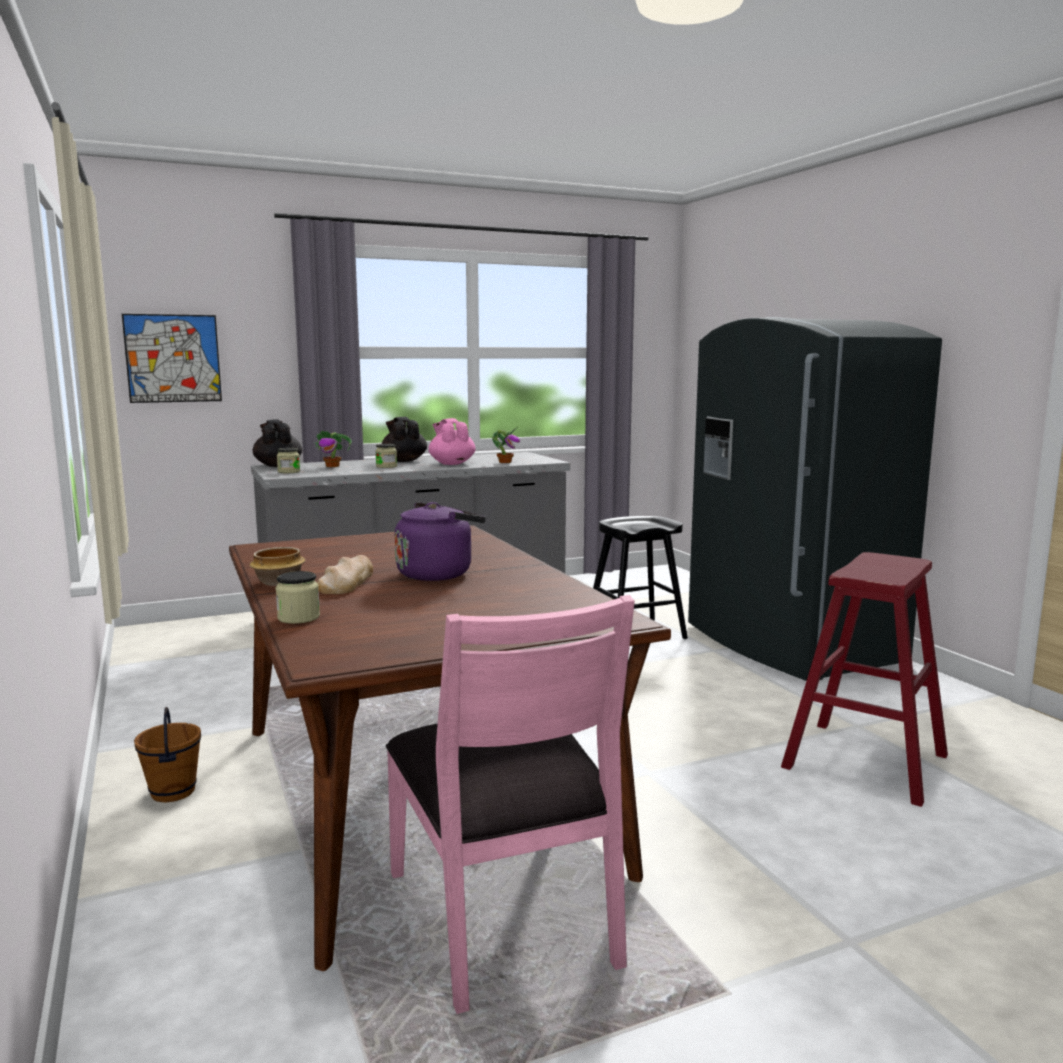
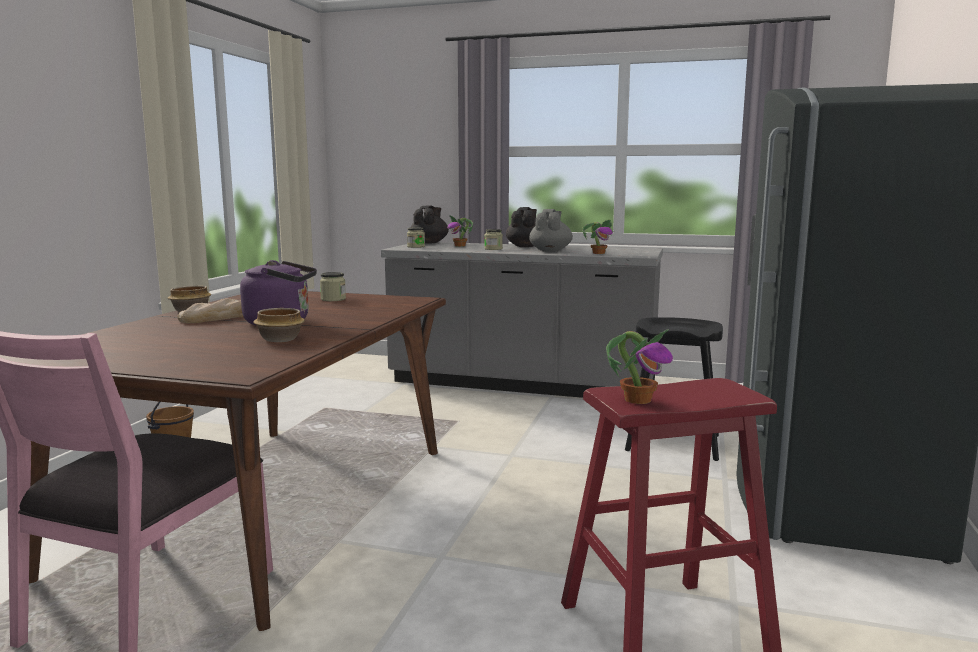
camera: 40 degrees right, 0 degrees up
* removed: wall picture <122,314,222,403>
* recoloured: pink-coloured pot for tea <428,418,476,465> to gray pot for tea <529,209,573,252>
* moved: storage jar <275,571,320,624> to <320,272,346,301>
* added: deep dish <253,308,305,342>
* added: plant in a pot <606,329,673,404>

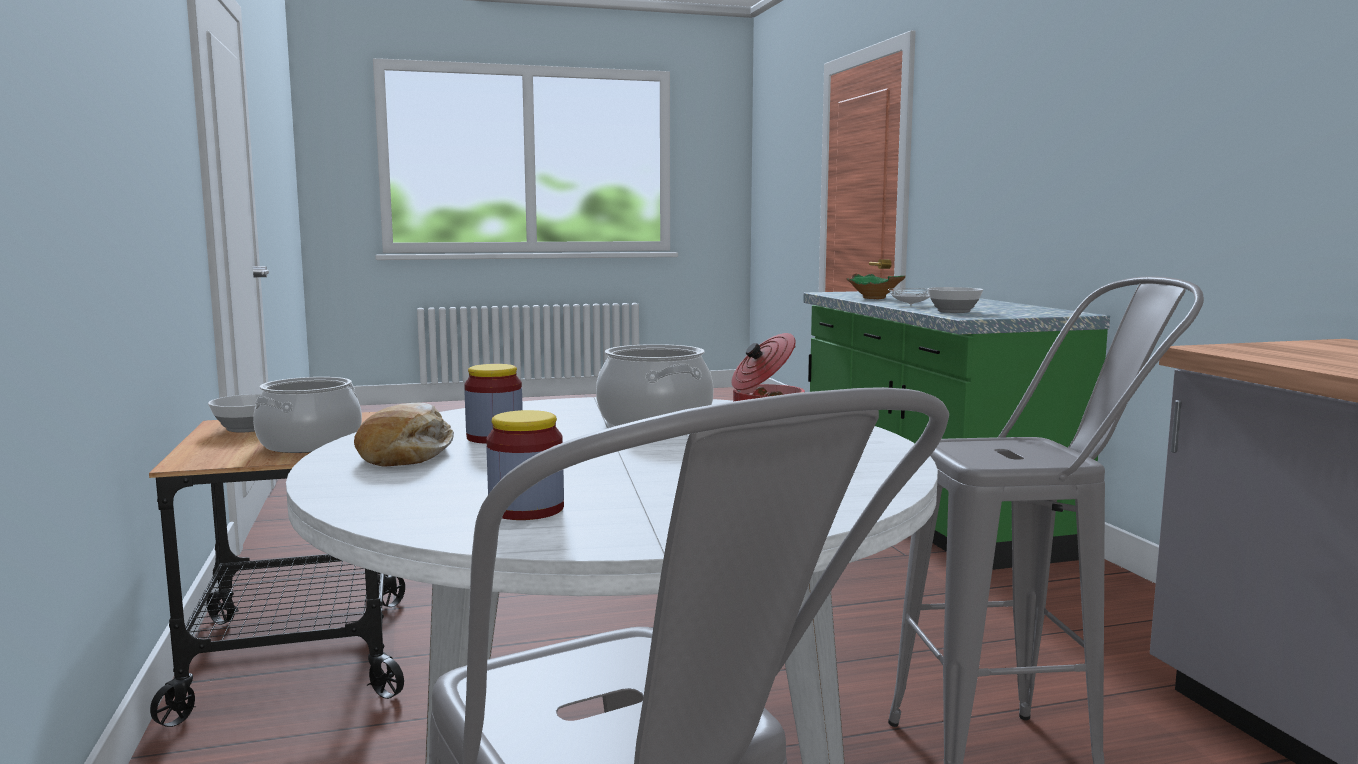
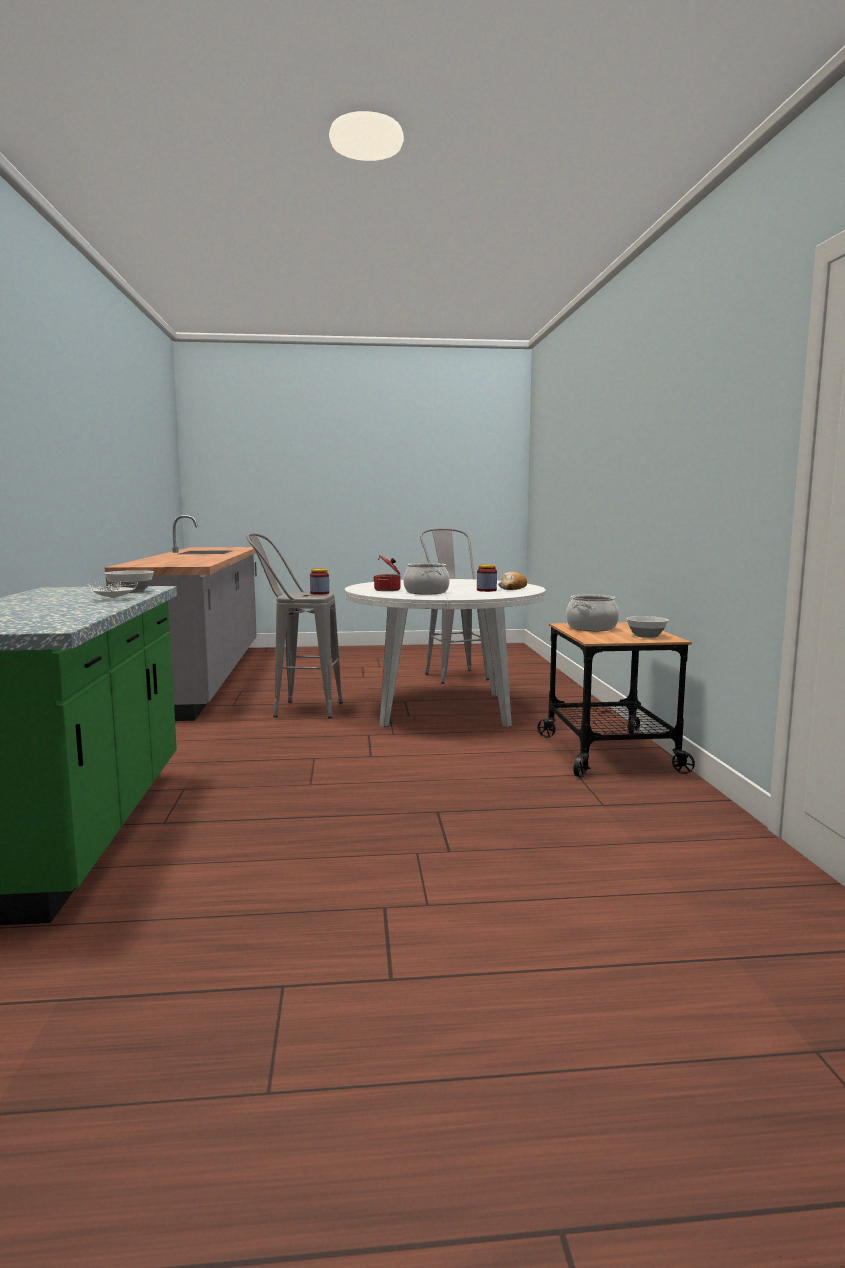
camera: 170 degrees left, 0 degrees up
* removed: green-coloured deep dish <847,274,906,299>
* moved: storage jar <486,410,564,520> to <310,569,329,594>

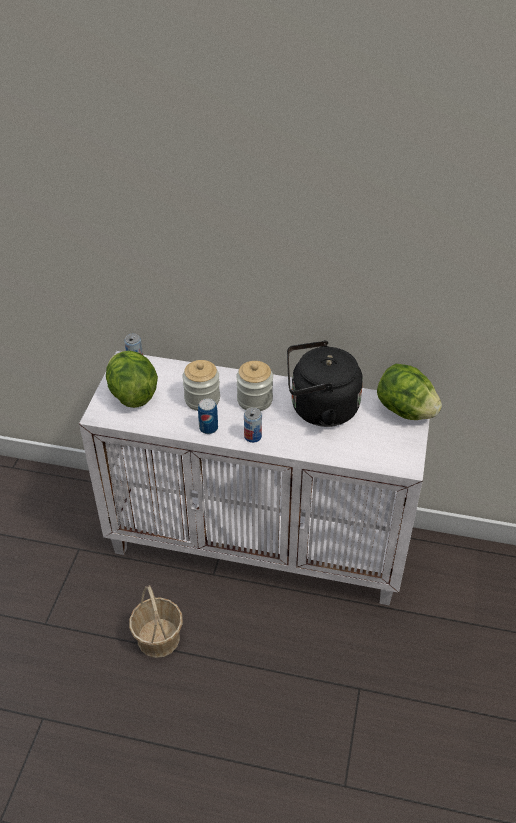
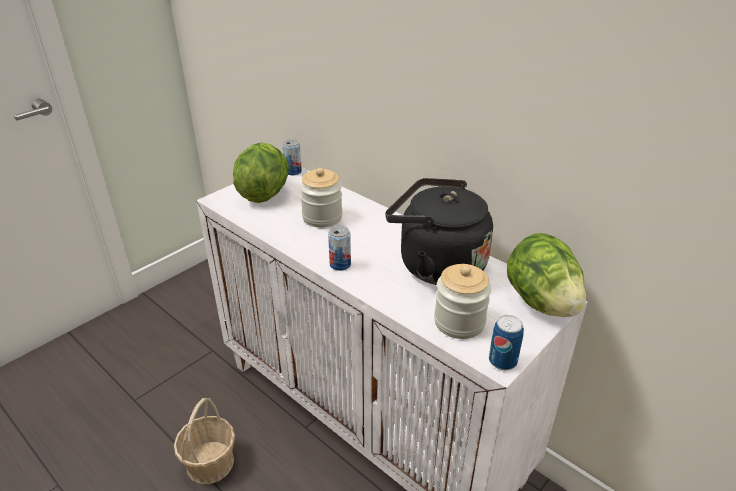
camera: 30 degrees right, 10 degrees down
* moved: storage jar <236,361,273,411> to <434,264,491,339>
* moved: metal can <198,398,218,434> to <489,315,524,370>

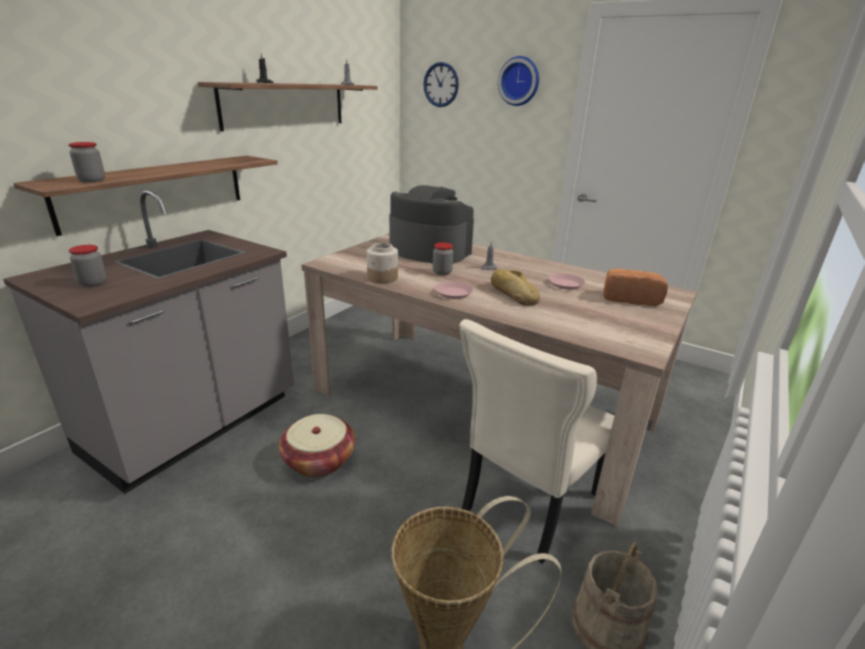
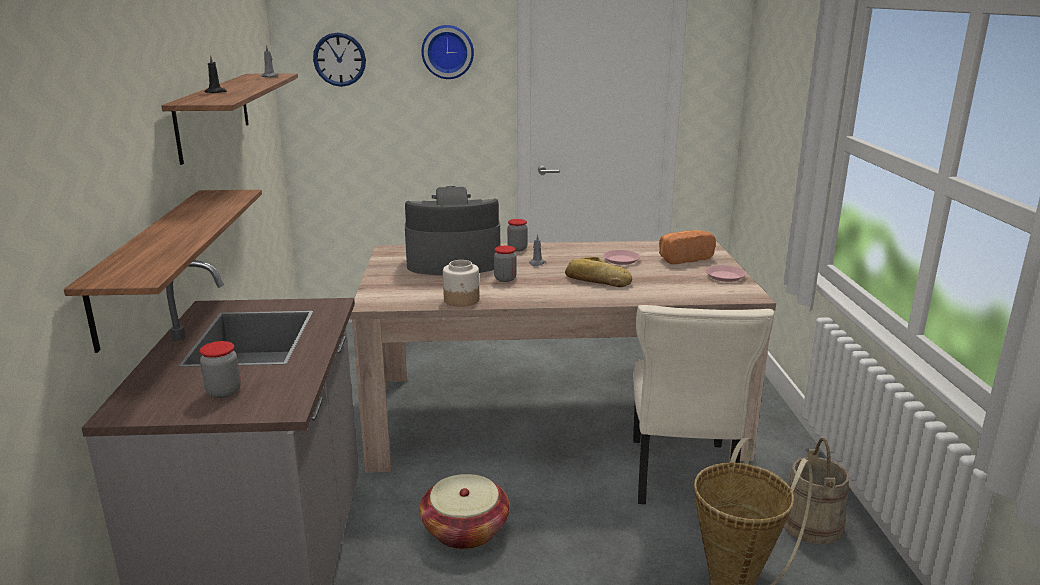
camera: 35 degrees left, 5 degrees down
* moved: storage jar <68,142,105,183> to <507,219,528,251>
* moved: pink-coloured plate <435,281,473,299> to <706,265,746,282>

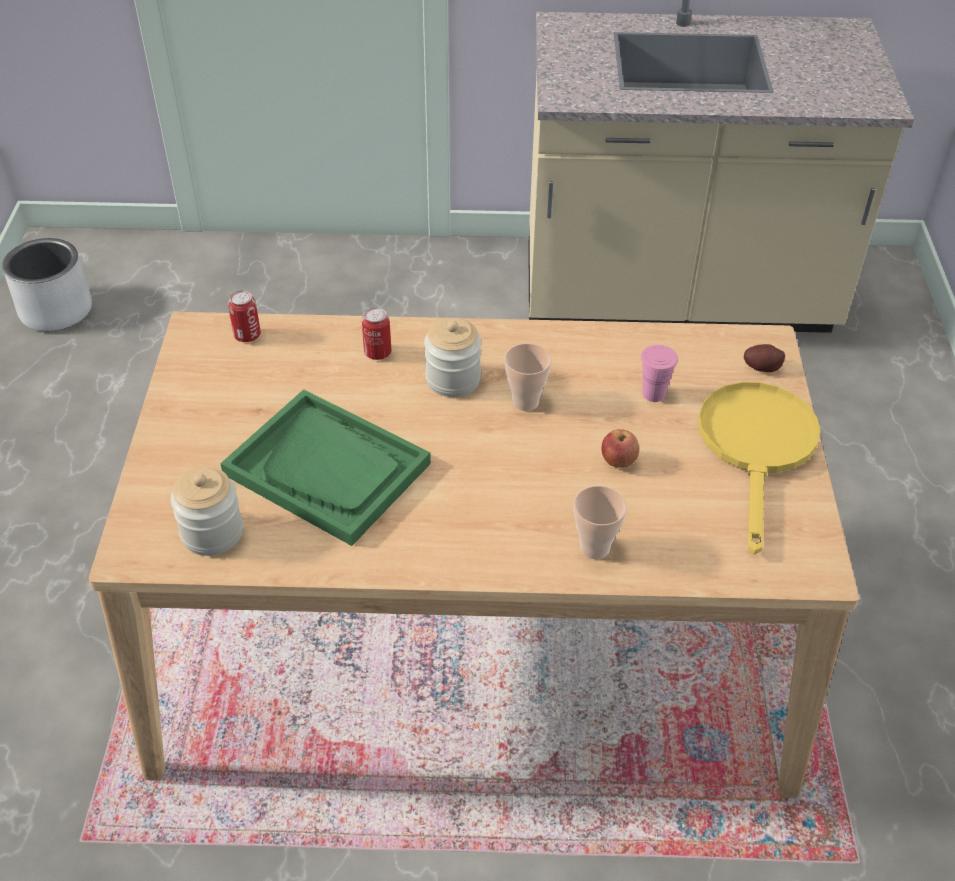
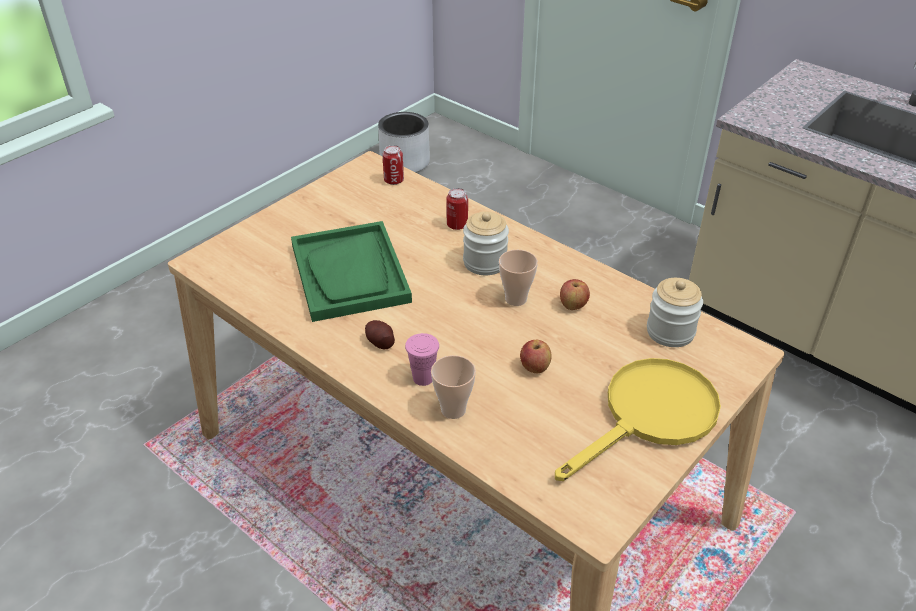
camera: 40 degrees right, 5 degrees down
* moved: spud <744,344,785,372> to <365,320,395,349>
* moved: pink-coloured drinking cup <641,345,678,402> to <405,333,439,386>
* moved: storage jar <171,467,243,556> to <647,278,703,347>
* added: apple <560,279,590,310>

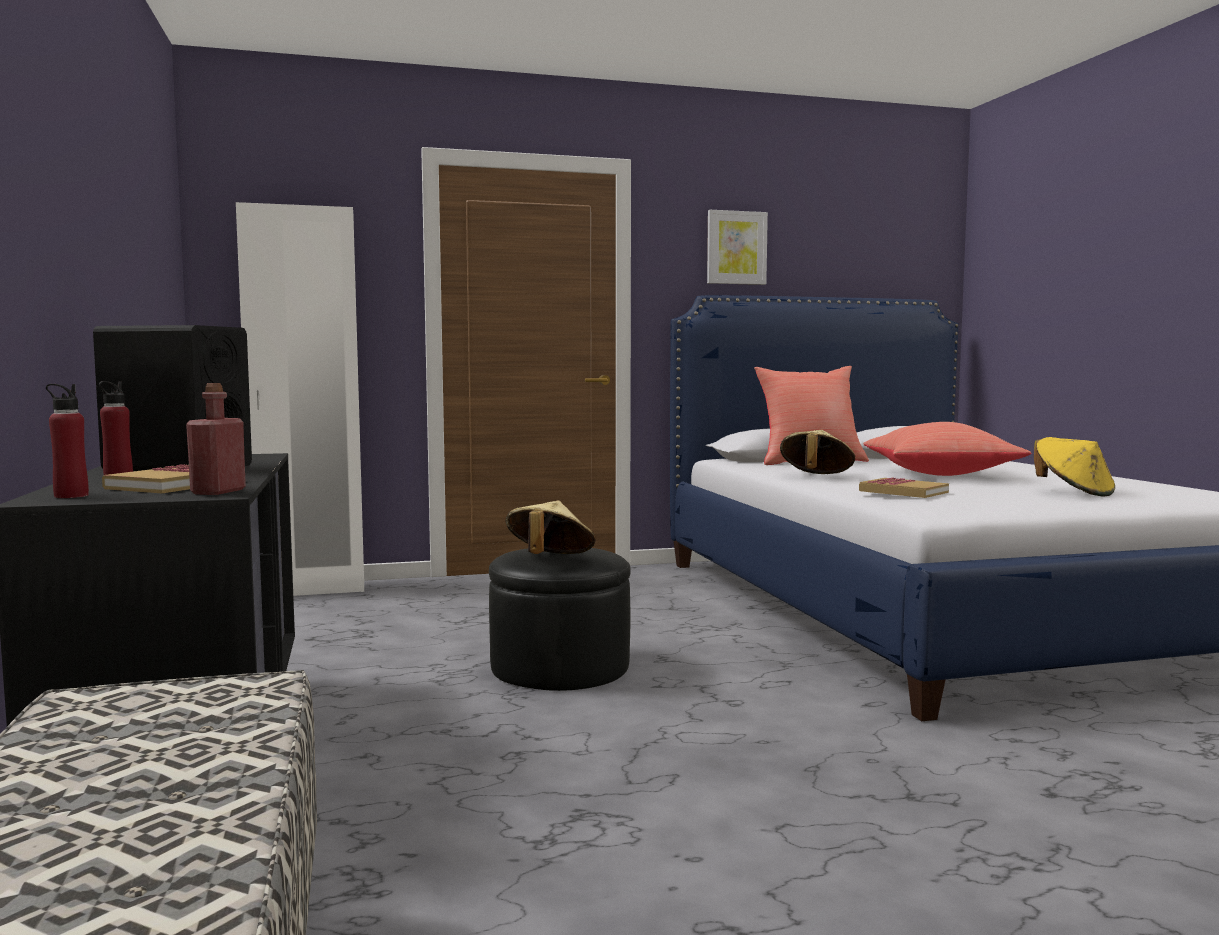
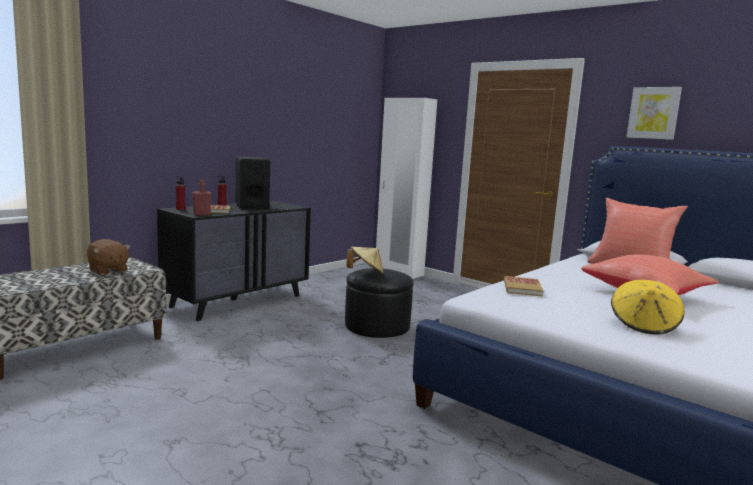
camera: 55 degrees right, 5 degrees up
* removed: sand-coloured hat <780,430,855,474>
* added: brown-coloured cuddly toy <87,239,131,275>

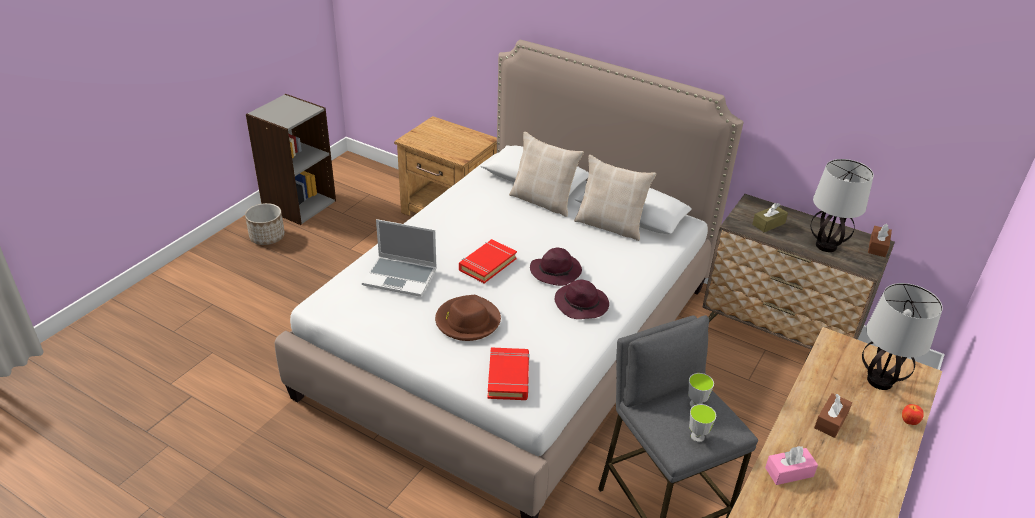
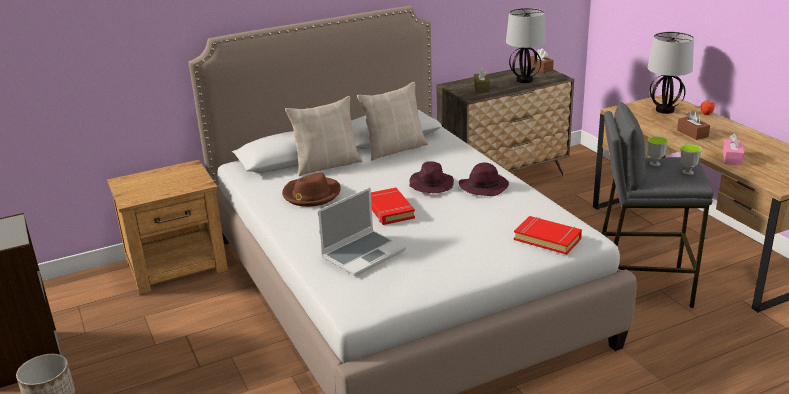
camera: 55 degrees left, 10 degrees down
* moved: brown-coloured hat <435,295,501,341> to <282,173,341,207>

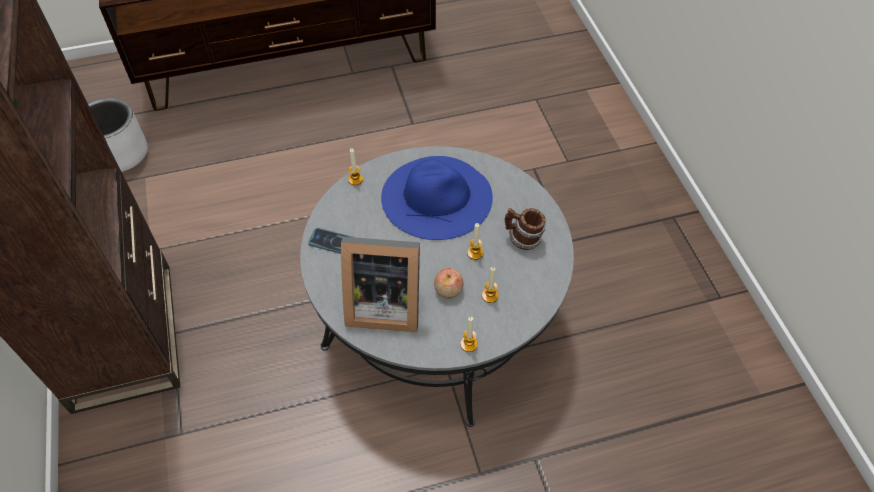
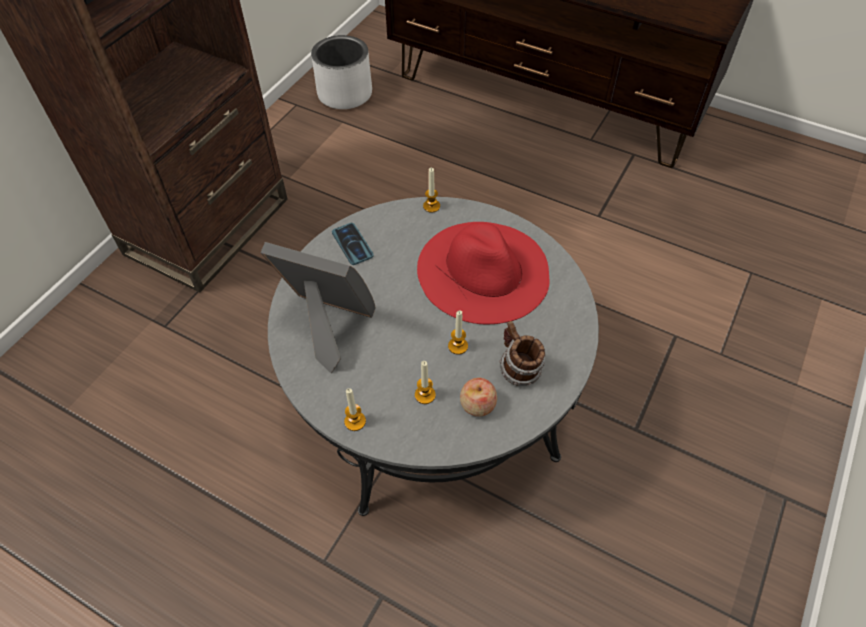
camera: 45 degrees right, 0 degrees up
* recoloured: blue hat <381,156,493,240> to red-coloured hat <417,222,549,324>
* turned: picture frame <341,237,420,332> = <260,242,376,373> 150 degrees clockwise
* moved: apple <434,268,464,299> to <460,378,497,417>

